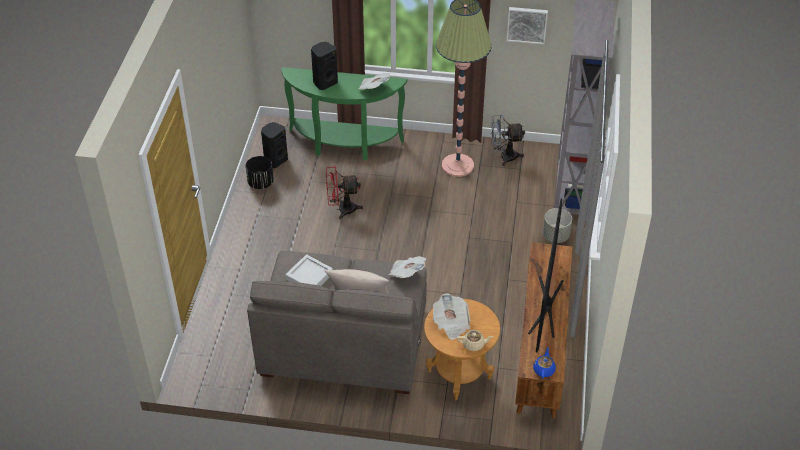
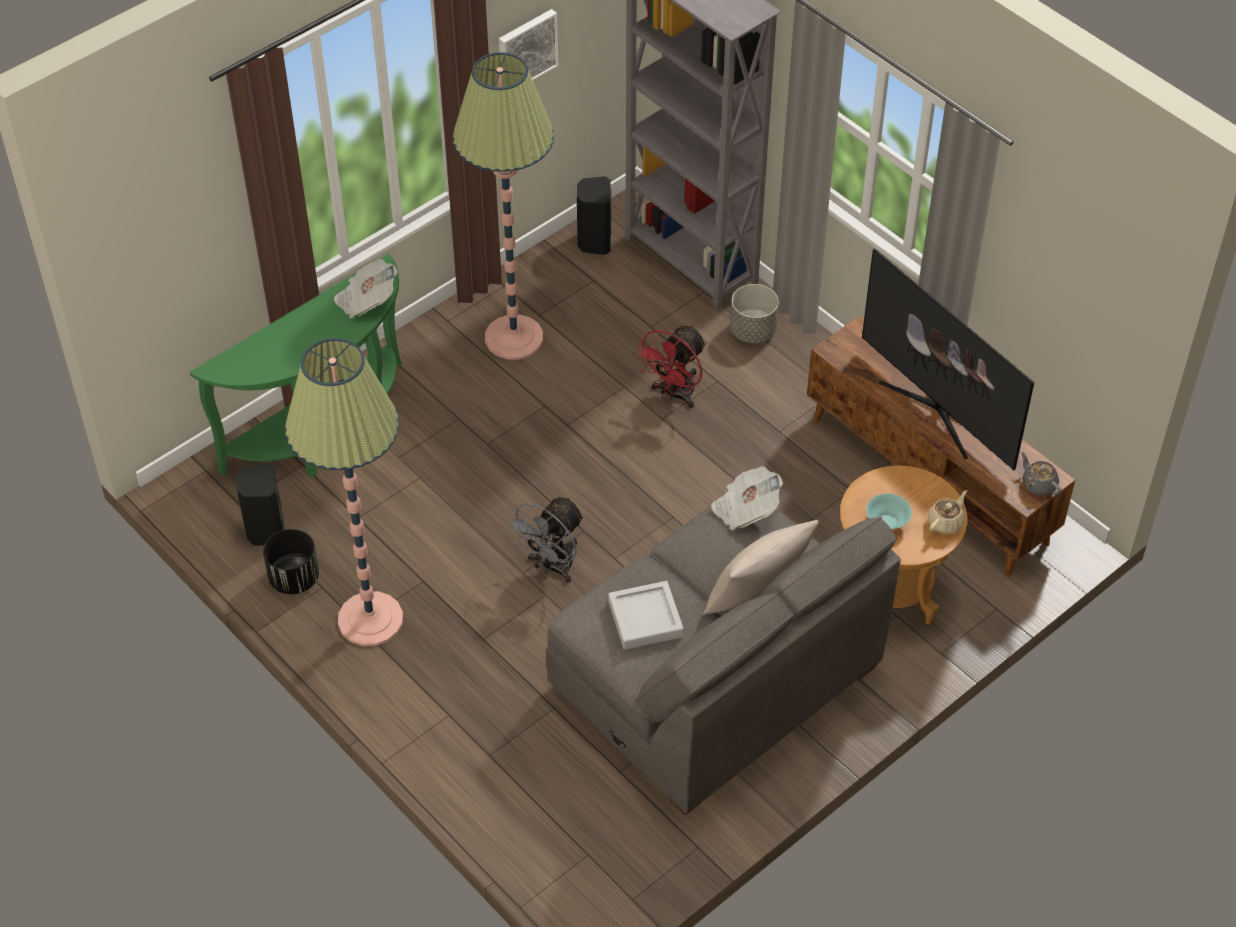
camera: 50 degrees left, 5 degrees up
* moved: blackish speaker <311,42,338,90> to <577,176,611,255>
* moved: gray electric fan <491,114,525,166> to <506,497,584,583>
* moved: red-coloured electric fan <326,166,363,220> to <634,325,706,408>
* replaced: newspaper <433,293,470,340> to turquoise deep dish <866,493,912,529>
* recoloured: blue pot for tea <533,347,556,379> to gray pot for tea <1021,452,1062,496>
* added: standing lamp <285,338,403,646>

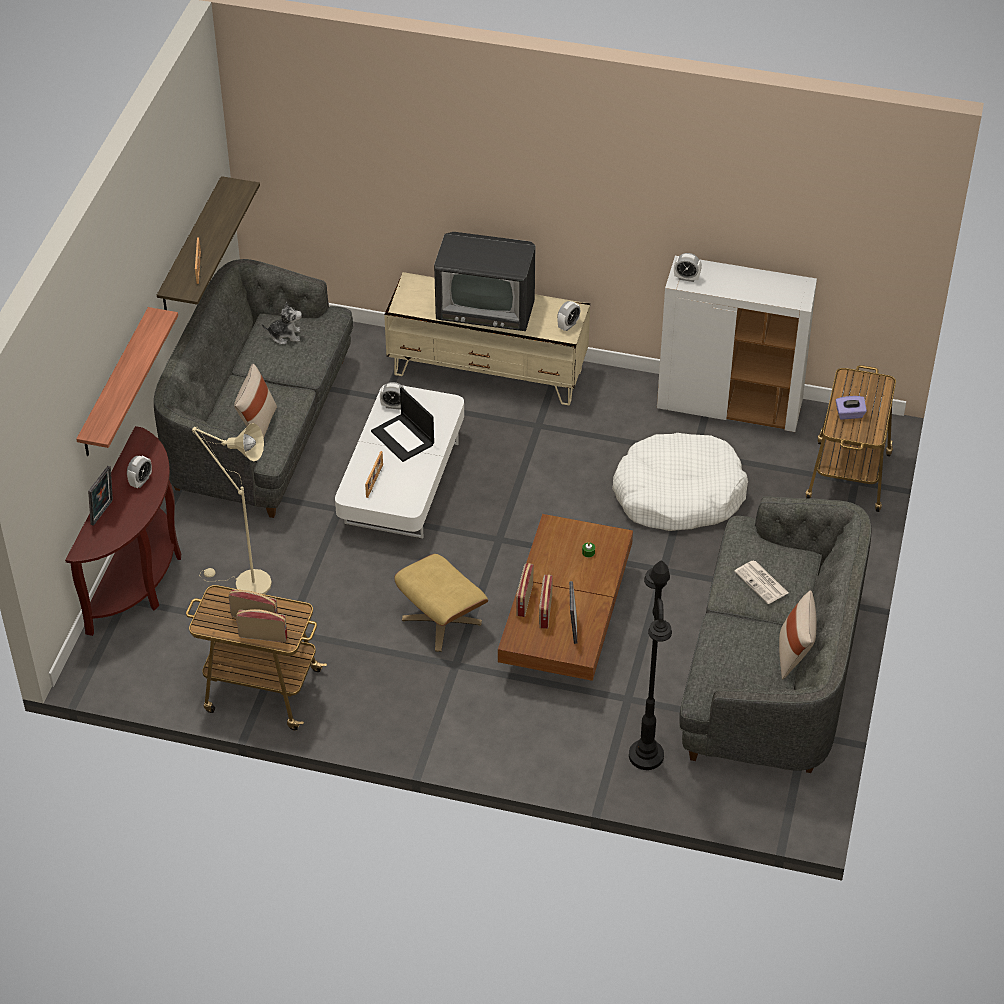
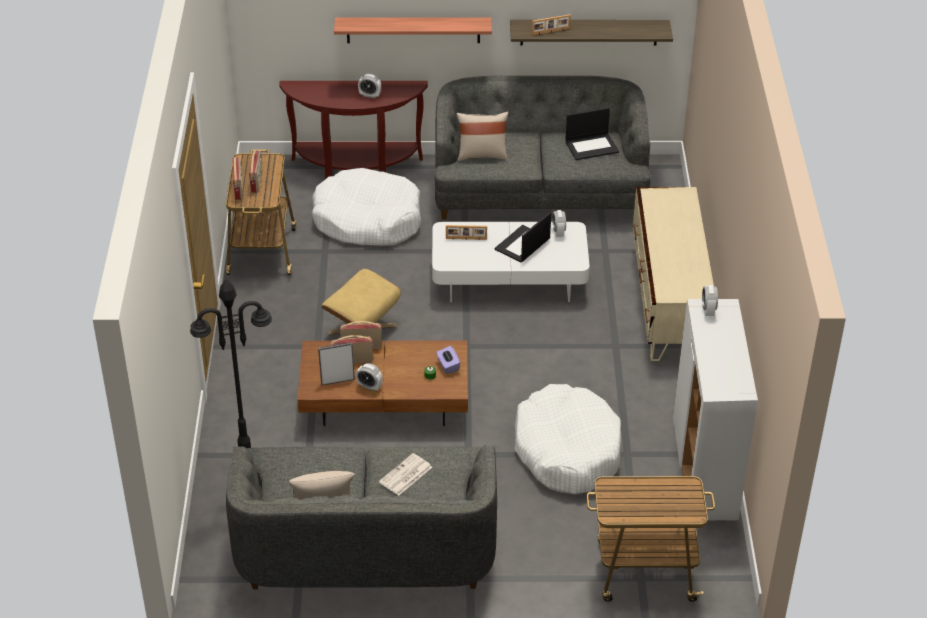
camera: 75 degrees right, 5 degrees down
* removed: TV set <434,232,535,331>
* moved: table clock <557,301,580,331> to <356,363,382,391>
* replaced: cuddly toy <262,302,302,345> to portable computer <565,107,619,160>
* moved: purple-coloured box of tissues <835,396,867,419> to <436,346,460,374>
* replaced: sand-coloured standing lamp <192,423,272,594> to whitish dog cushion <312,168,421,246>
* removed: picture frame <88,466,113,526>

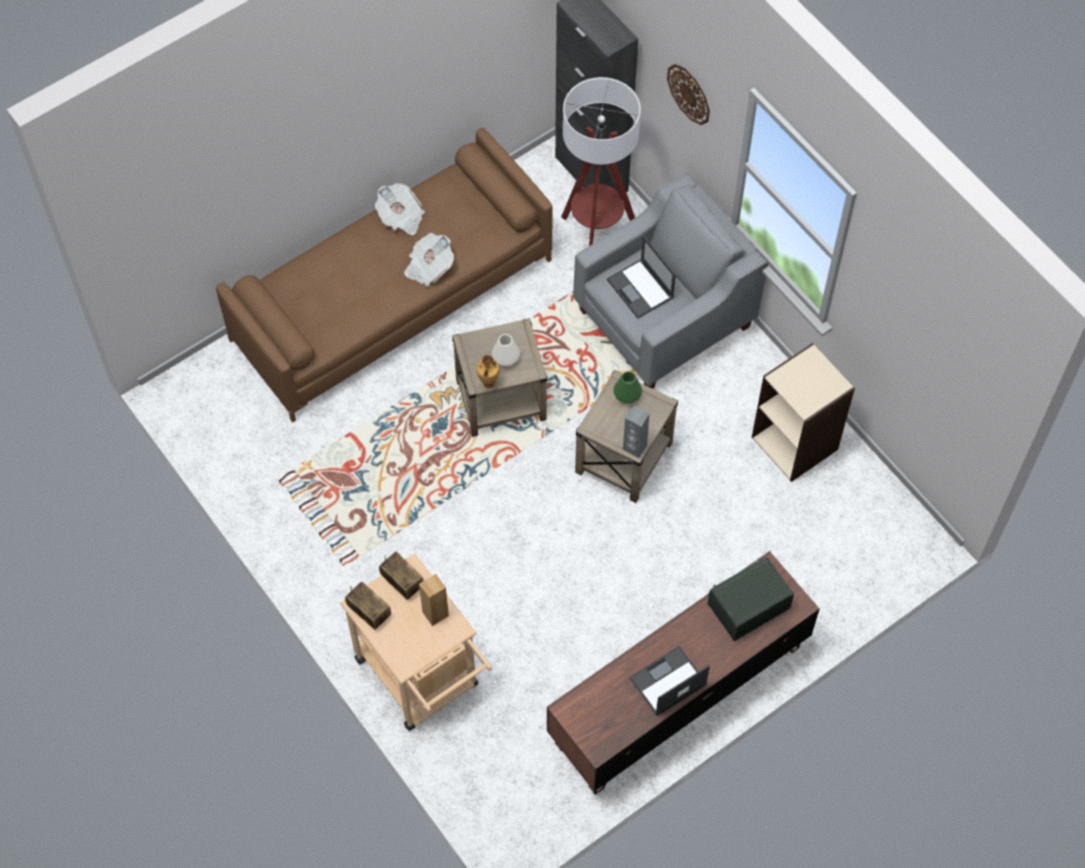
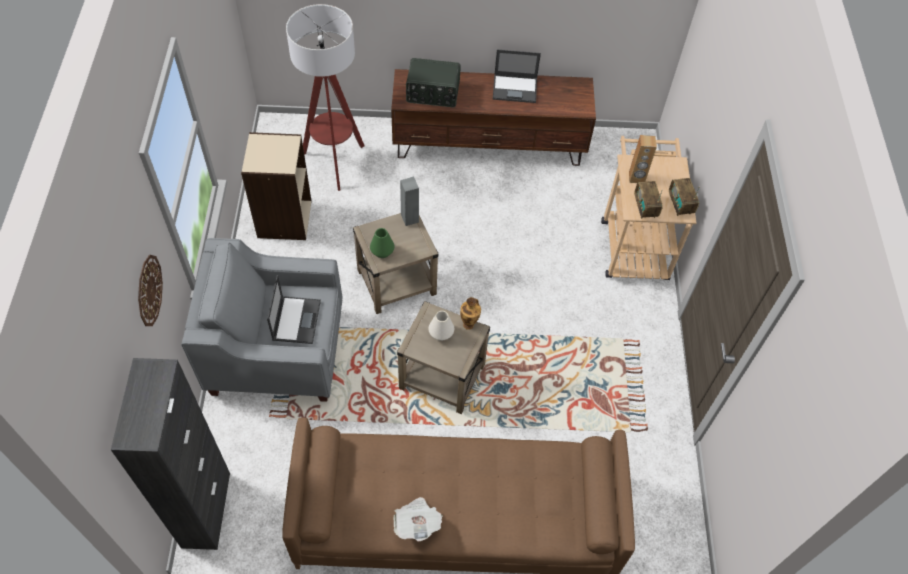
camera: 145 degrees left, 5 degrees down
* moved: standing lamp <561,77,641,246> to <286,4,364,191>
* removed: newspaper <404,233,454,286>

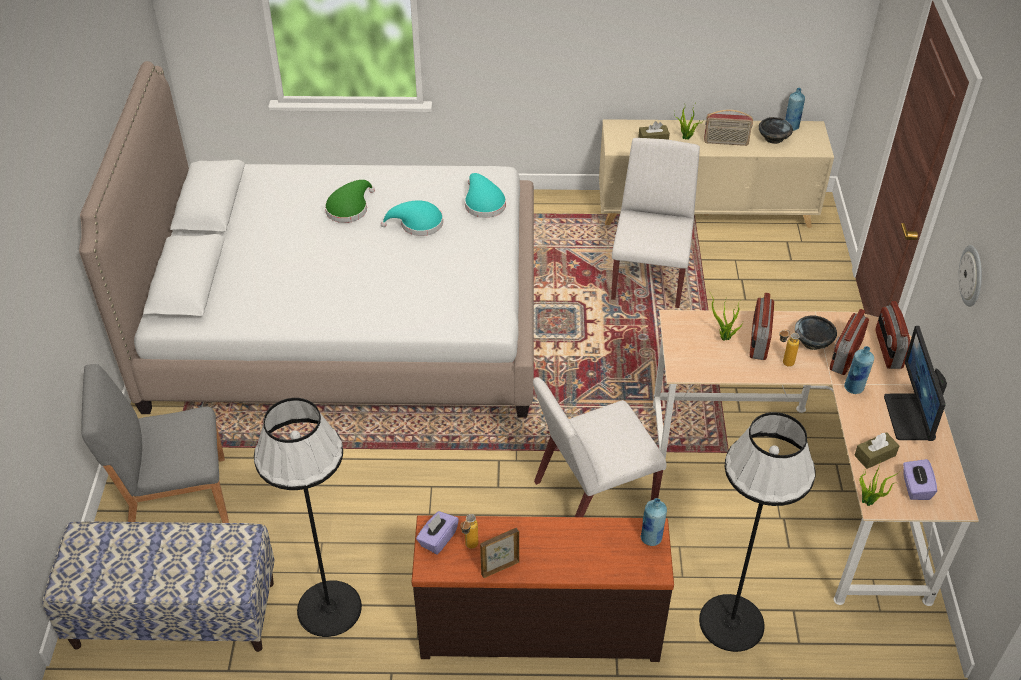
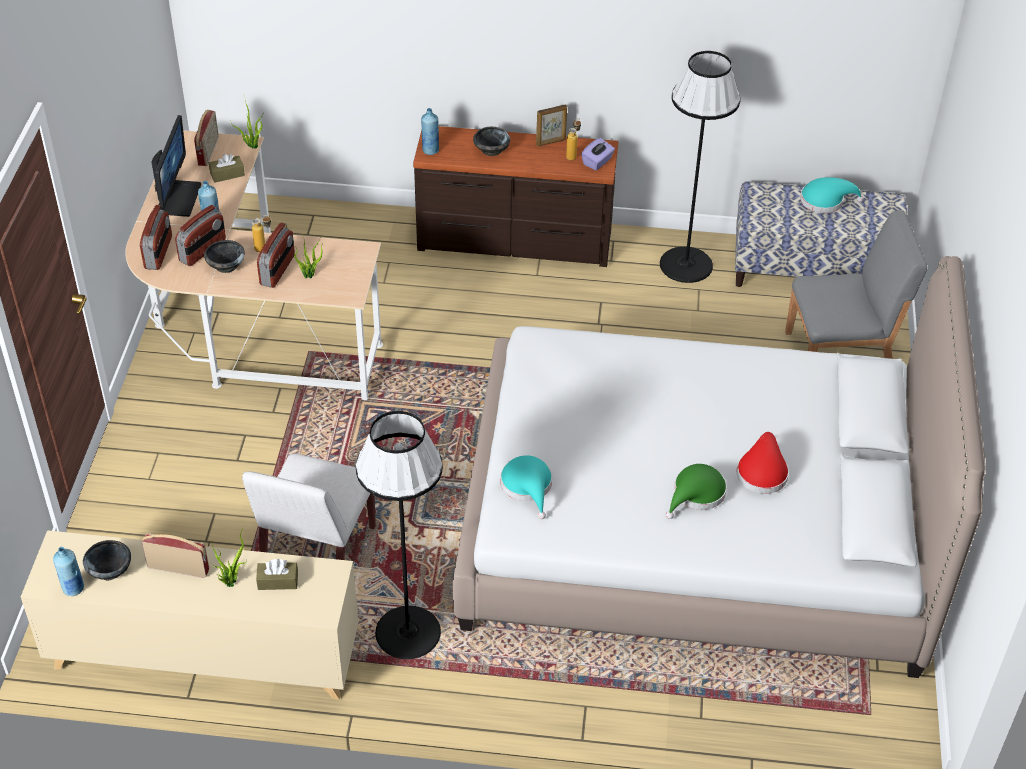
camera: 175 degrees left, 0 degrees up
* moved: turquoise hat <381,201,443,236> to <800,177,864,213>
* removed: hanging clock <958,245,982,307>
* removed: whitish upright chair <533,377,667,517>
* moved: blackish standing lamp <699,412,815,652> to <356,411,443,659>
* replaced: purple-coloured box of tissues <903,459,937,500> to radio <194,110,219,166>
* added: blackish deep dish <473,127,510,156>
* added: red-coloured hat <736,432,789,494>

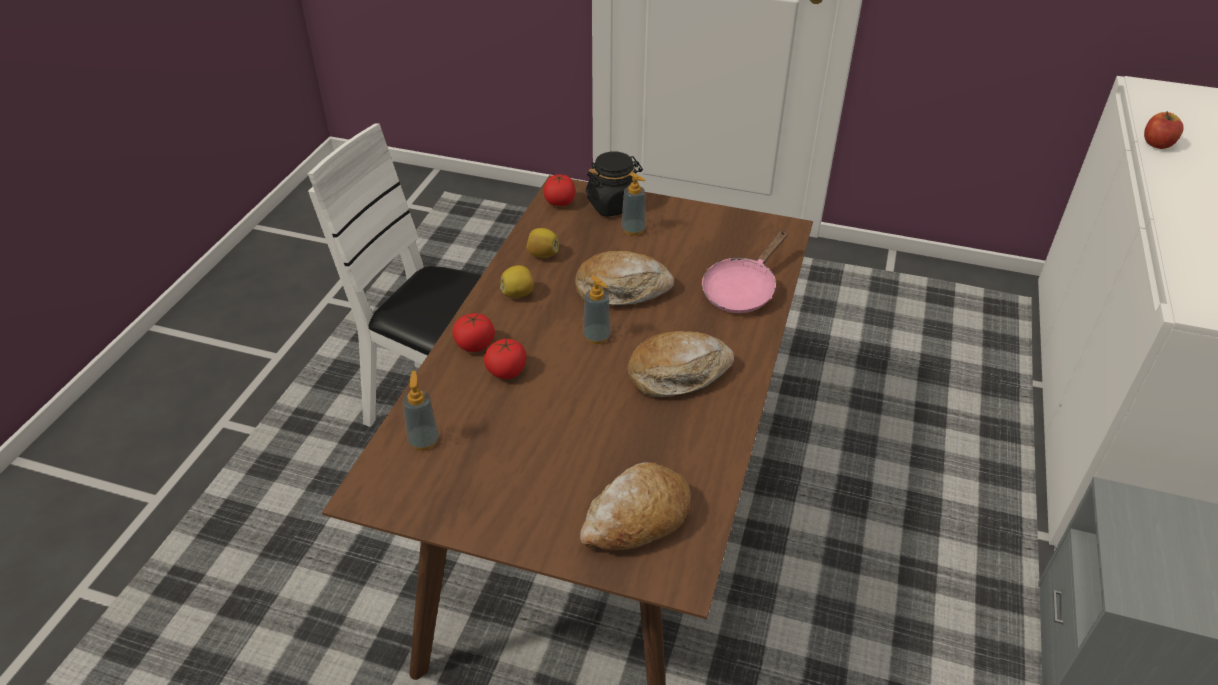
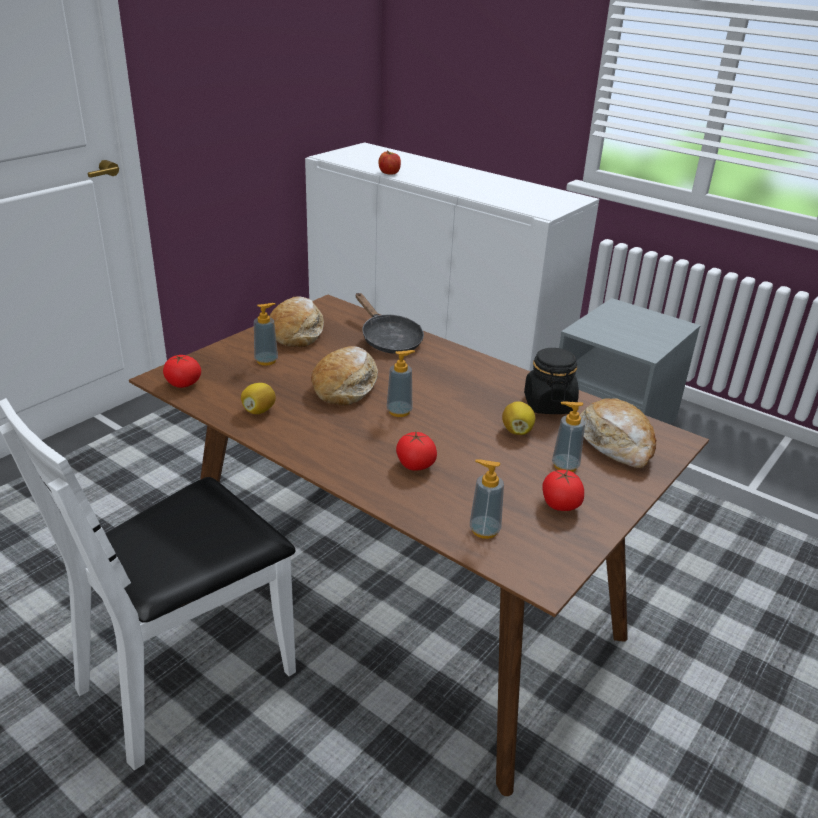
camera: 70 degrees left, 10 degrees down
* moved: blackish storage jar <586,151,643,217> to <524,348,579,414>
* recoloured: pink-coloured pan <702,230,788,313> to blackish pan <356,293,424,354>
* moved: whole lemon <500,265,533,298> to <502,401,535,435>
* moved: whole tomato <452,313,495,352> to <542,470,584,511>
* moved: bakery bread <628,331,734,397> to <269,297,324,347>
* added: liquid soap bottle <552,401,585,472>

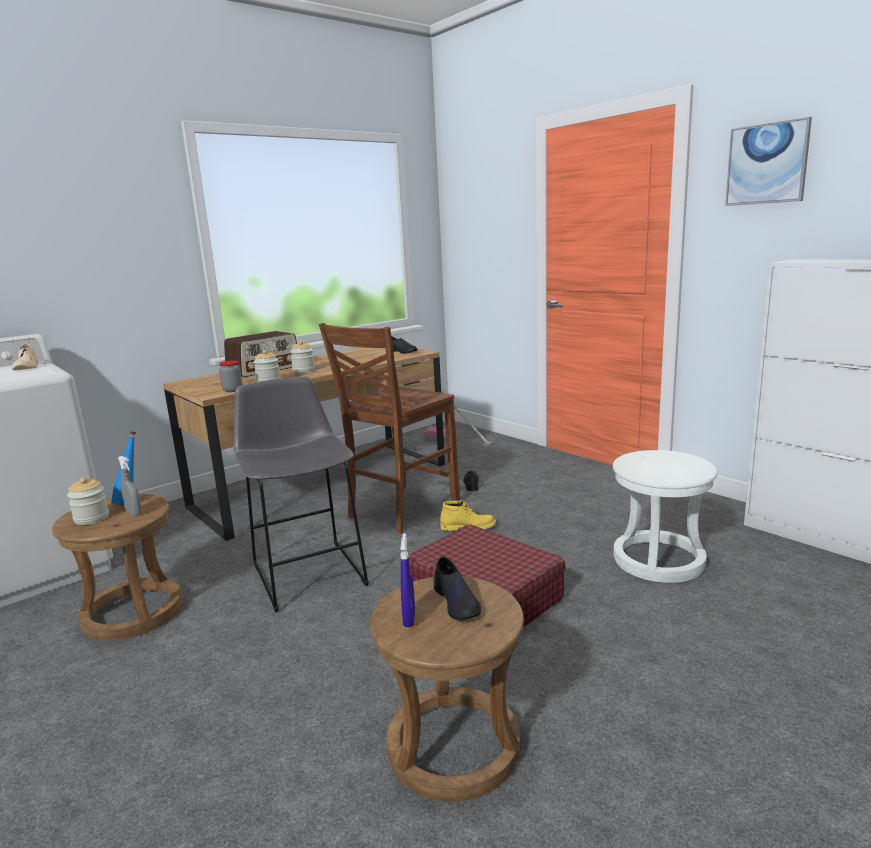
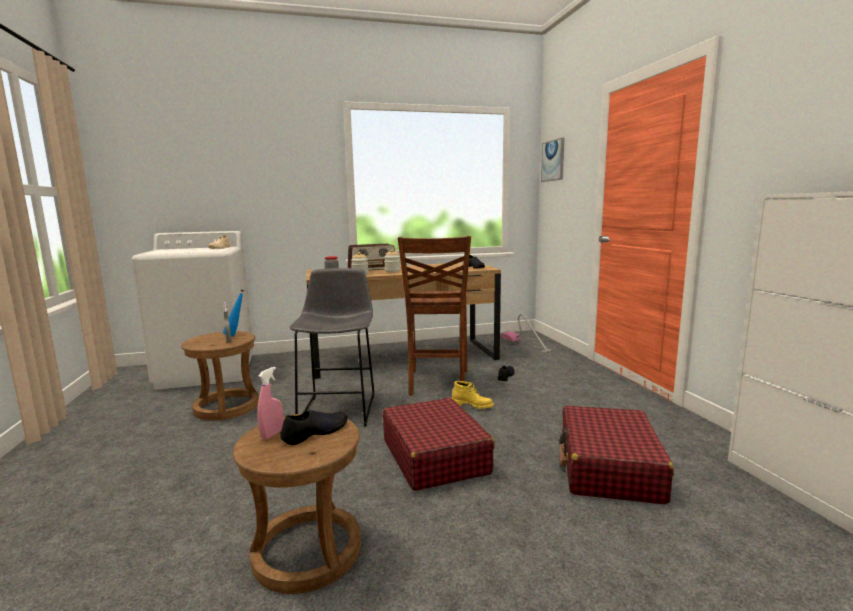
camera: 25 degrees right, 5 degrees down
* moved: wall picture <725,117,812,206> to <541,138,564,182>
* turned: brown-coloured upright chair <319,323,460,534> = <398,236,471,396> 60 degrees counterclockwise
* replaced: whitish stool <613,450,718,583> to red-coloured piece of luggage <559,405,674,504>
* removed: storage jar <67,477,109,525>
* recoloured: blue sprayer <401,533,415,627> to pink-coloured sprayer <257,367,284,439>
* turned: blackish shoe <434,556,481,620> = <280,410,347,445> 135 degrees counterclockwise

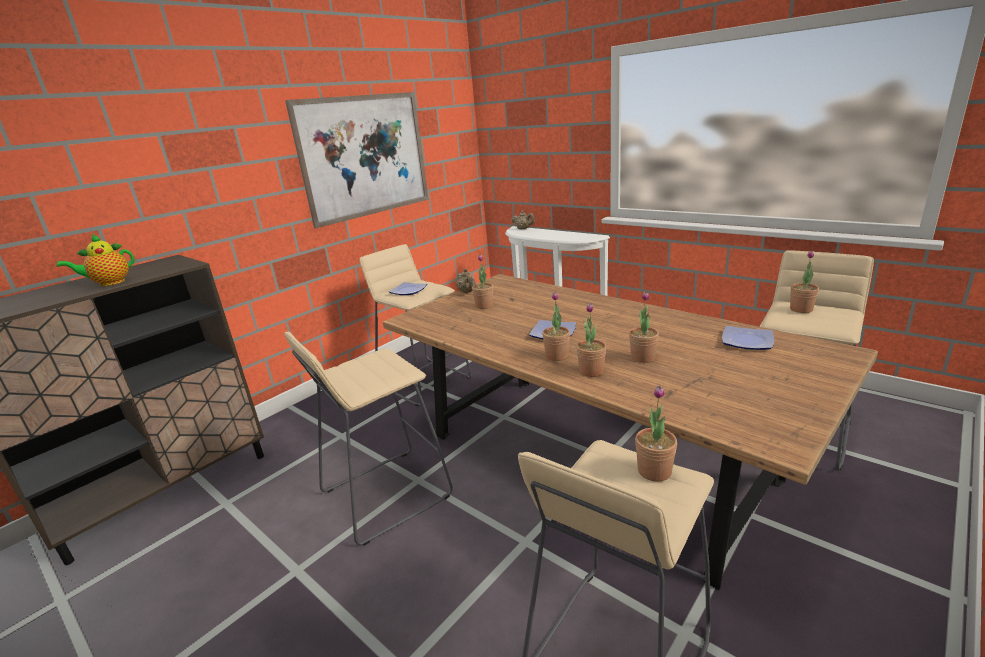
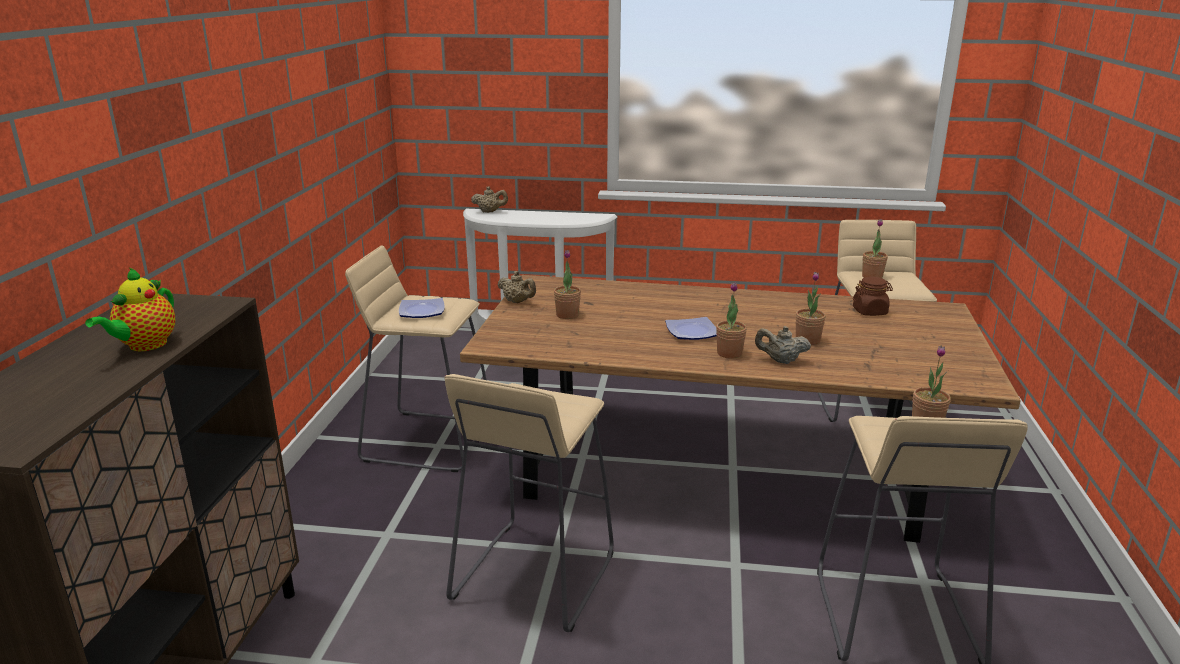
camera: 35 degrees left, 0 degrees up
* removed: wall picture <285,92,429,228>
* replaced: plant in a pot <576,303,606,377> to sand-coloured pot for tea <755,326,811,364>
* replaced: plate <722,326,774,350> to brown-coloured storage jar <853,277,893,316>

